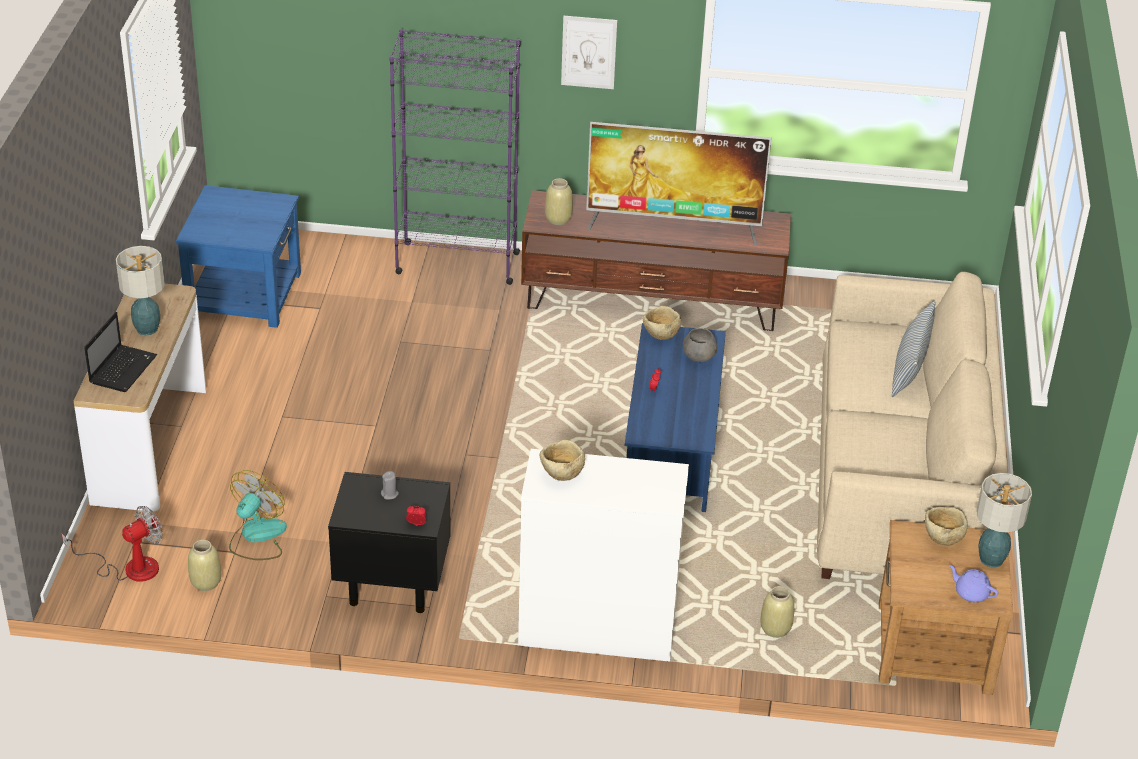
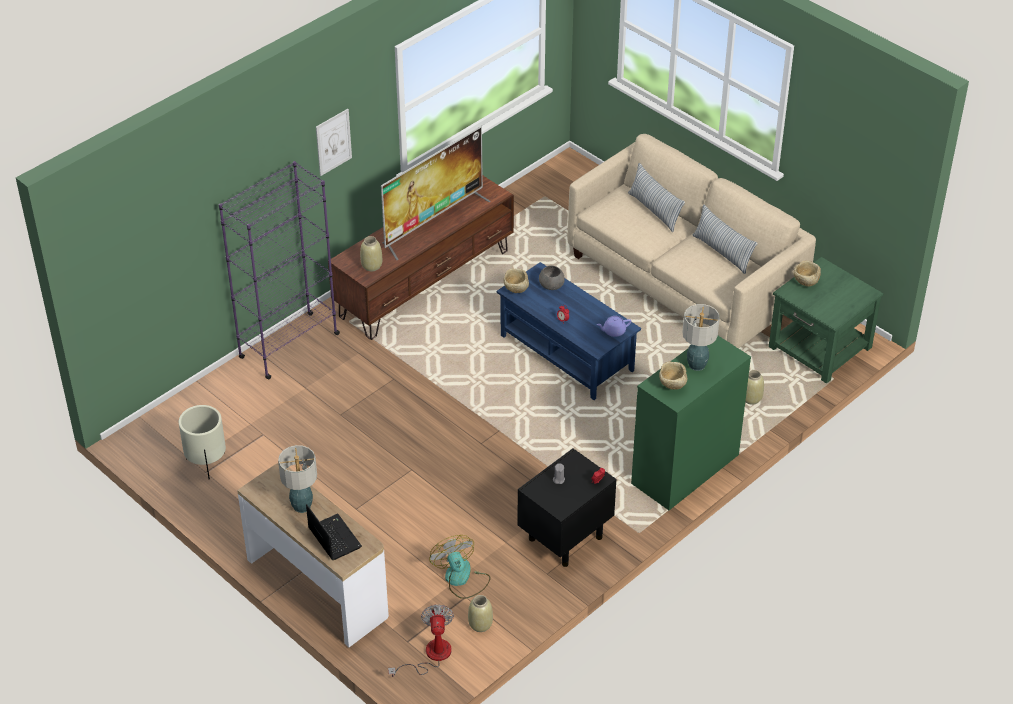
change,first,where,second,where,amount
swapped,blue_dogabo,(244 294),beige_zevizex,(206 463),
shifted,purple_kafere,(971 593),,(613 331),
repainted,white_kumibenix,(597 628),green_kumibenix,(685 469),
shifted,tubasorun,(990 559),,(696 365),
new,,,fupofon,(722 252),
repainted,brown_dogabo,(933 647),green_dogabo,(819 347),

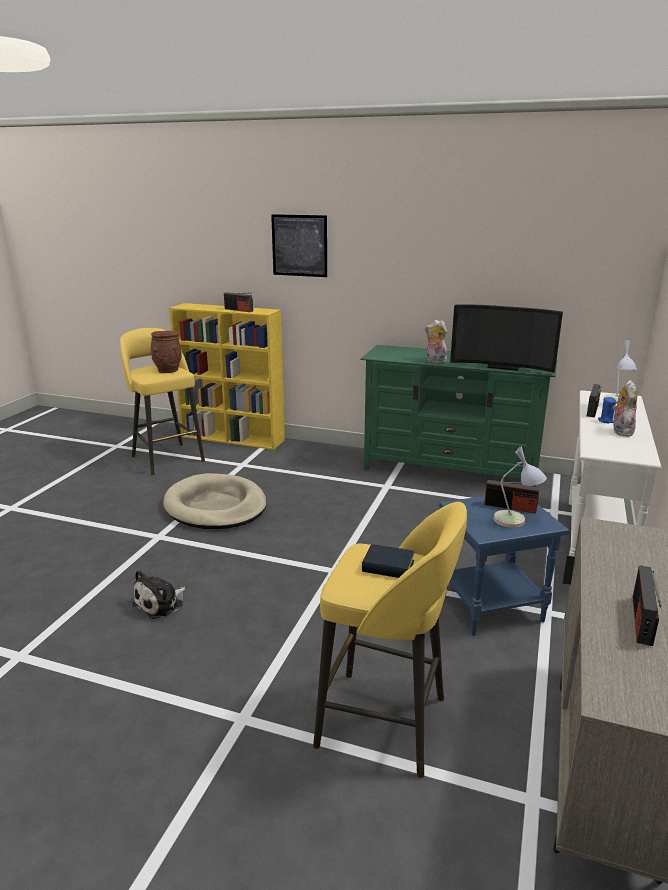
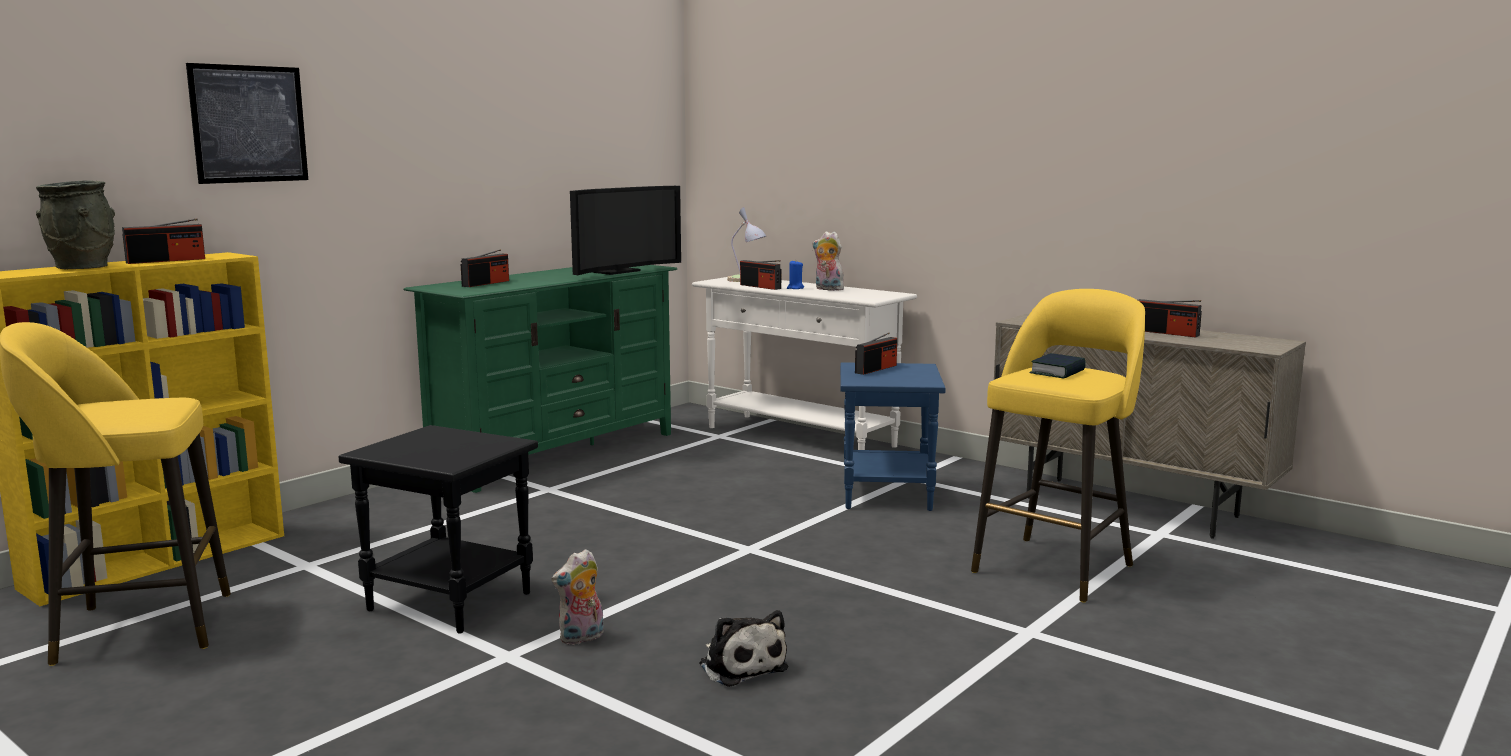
change,first,where,second,where,amount
new,,,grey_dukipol,(83 267),
swapped,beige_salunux,(216 506),black_dogabo,(453 601),
new,,,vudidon,(486 283),
shifted,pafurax,(435 361),,(582 638),
gone,brown_dukipol,(168 370),,,
gone,tubasorun,(516 520),,,

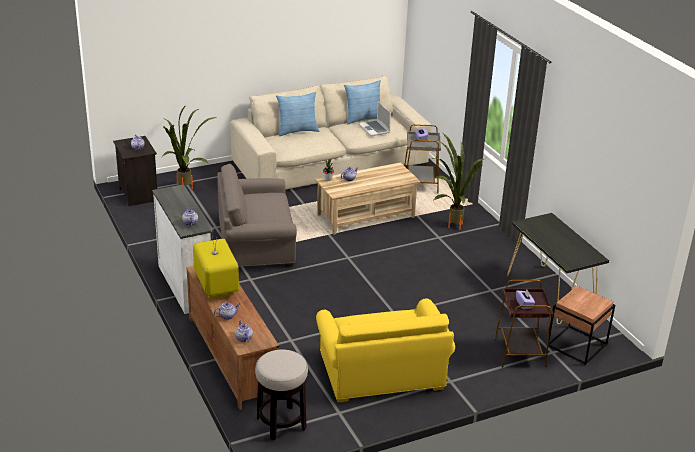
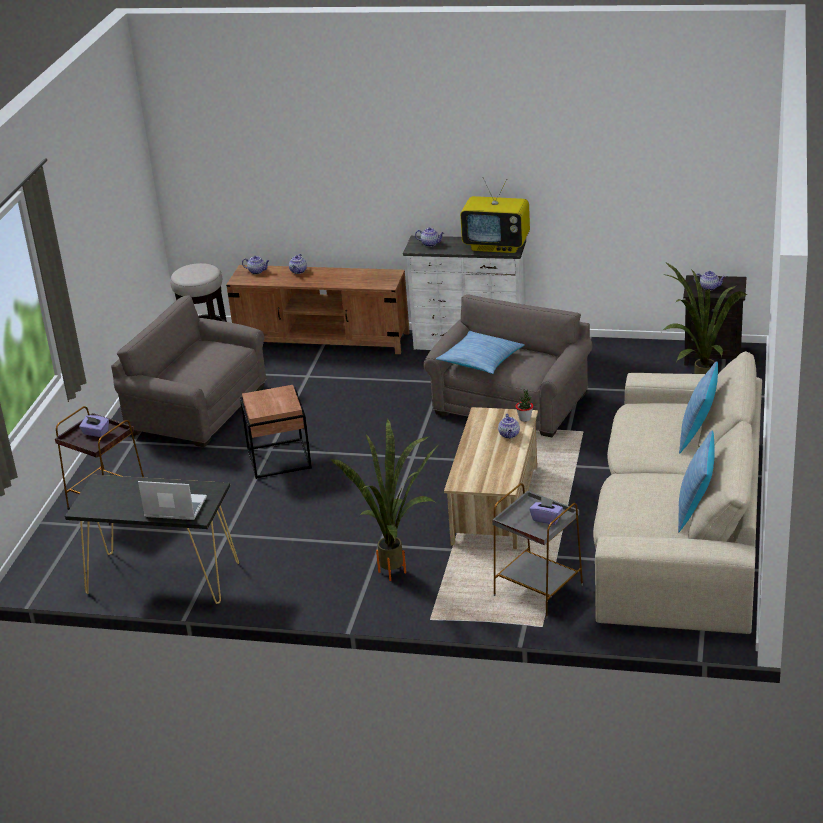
change,first,where,second,where,amount
repainted,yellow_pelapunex,(381 371),grey_pelapunex,(198 409),
shifted,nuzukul,(374 129),,(174 508),
shifted,brown_dogabo,(577 345),,(278 459),
new,,,fupofon,(480 360),
shifted,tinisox,(216 286),,(497 245),

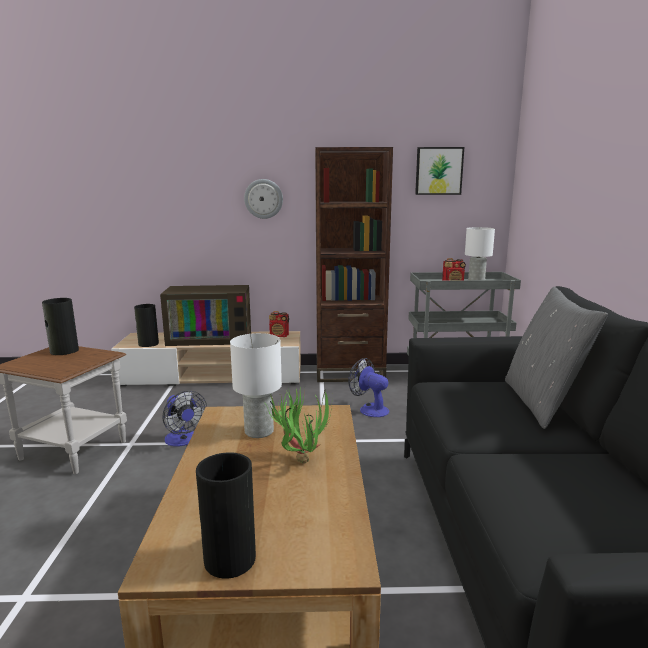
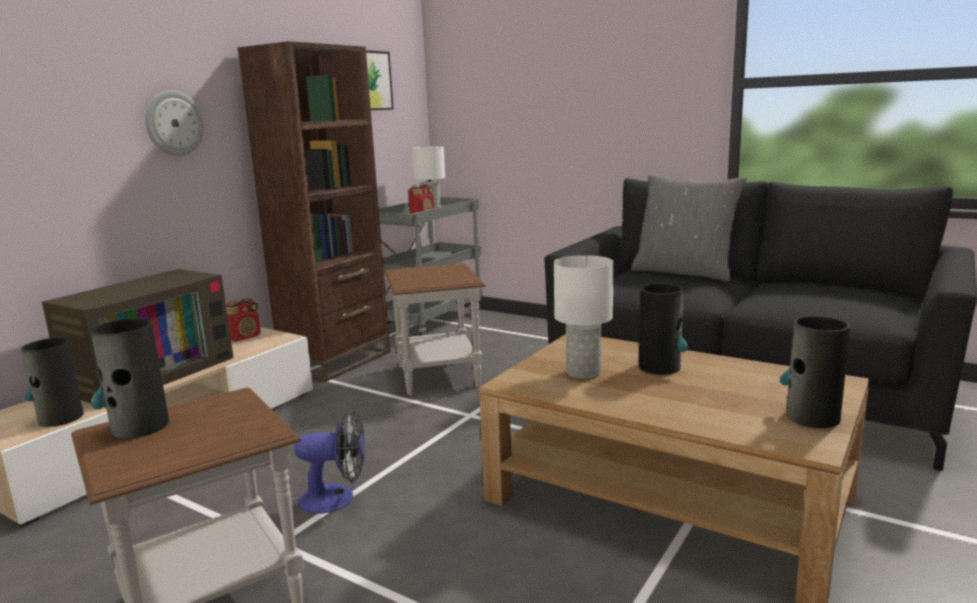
change,first,where,second,where,amount
swapped,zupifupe,(369 409),brown_dogabo,(438 376),
swapped,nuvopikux,(300 457),dukipol,(660 367),

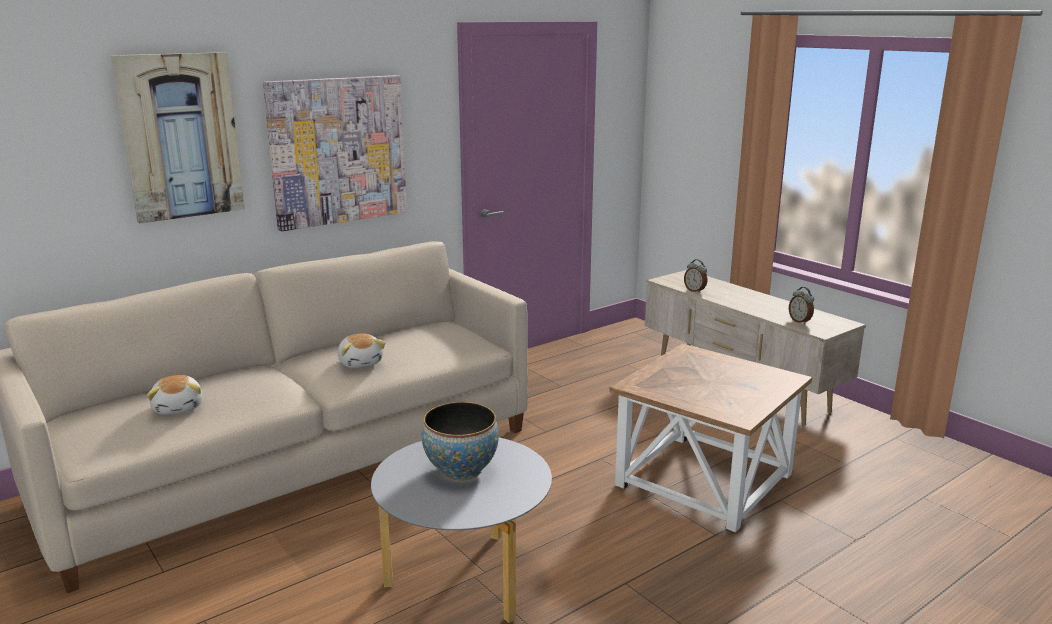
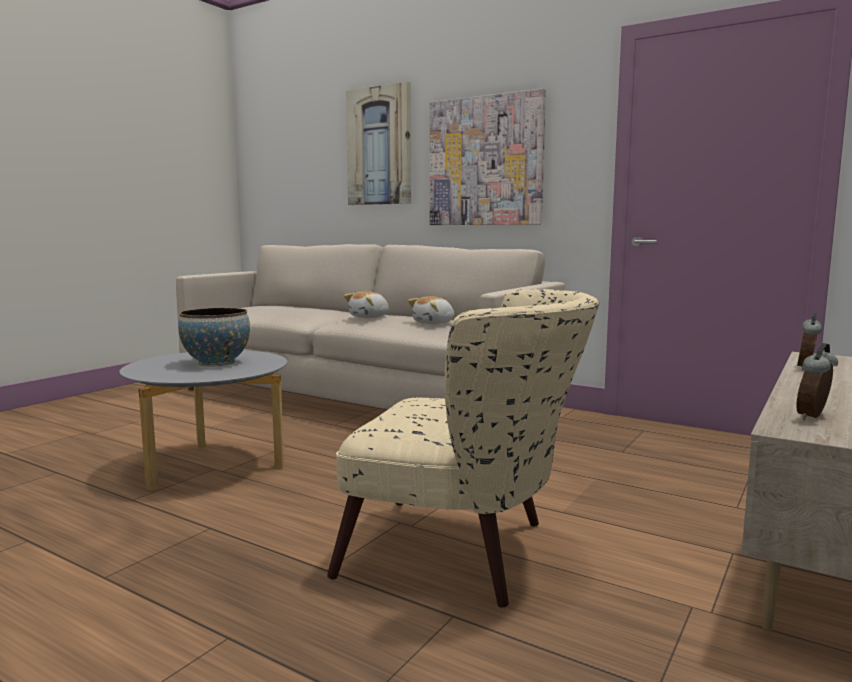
change,first,where,second,where,amount
swapped,brown_dogabo,(706 480),beige_pelapunex,(467 553),
shifted,pafurax,(179 407),,(434 323),

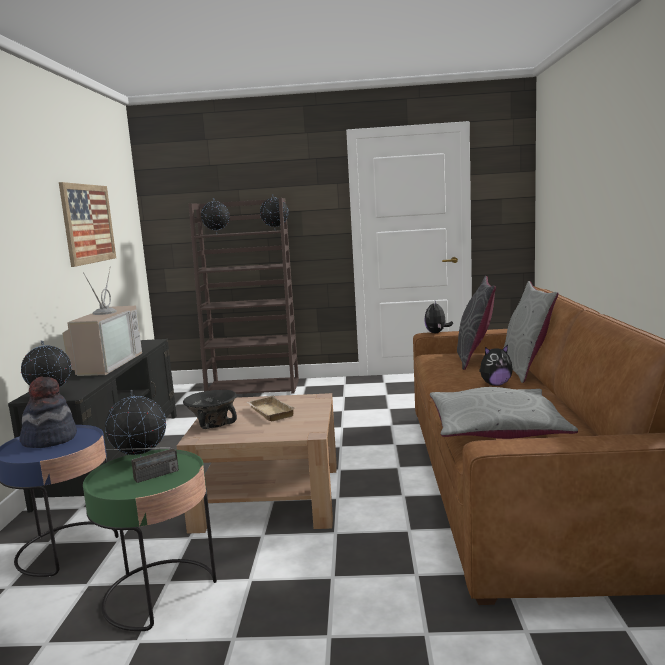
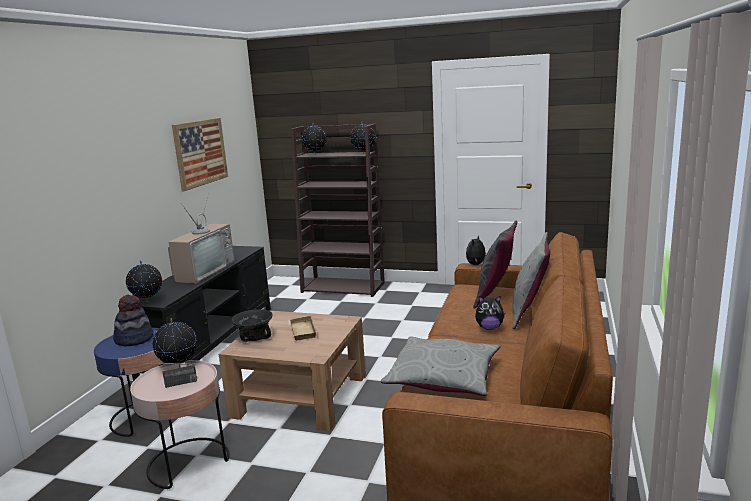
change,first,where,second,where,amount
repainted,green_dogabo,(160 593),pink_dogabo,(189 462),

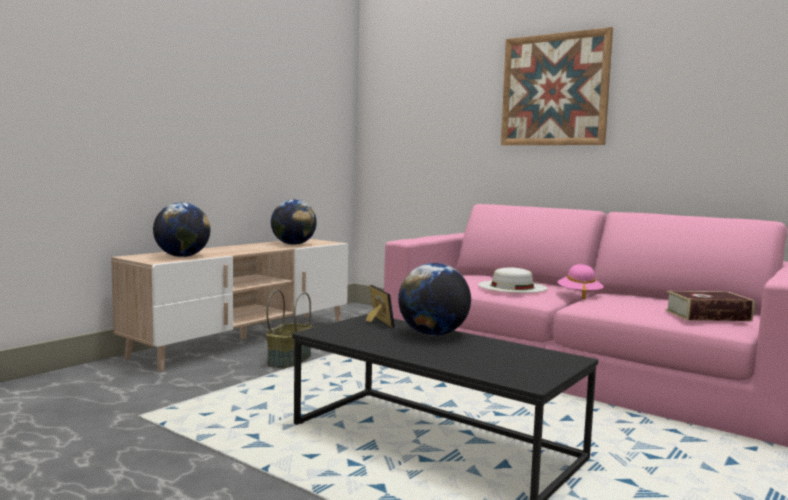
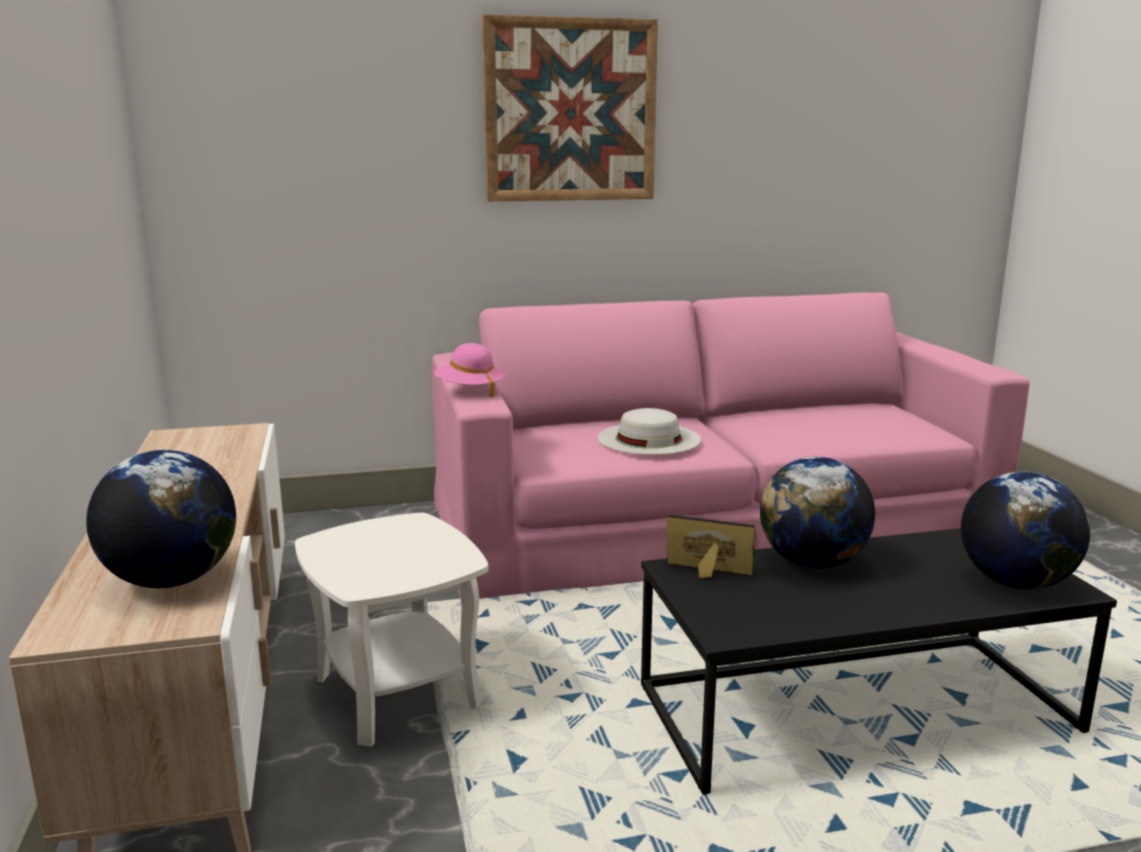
change,first,where,second,where,amount
swapped,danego,(289 360),white_dogabo,(396 692),
shifted,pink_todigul,(579 295),,(469 391),
shifted,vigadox,(293 244),,(1015 583),
gone,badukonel,(707 315),,,

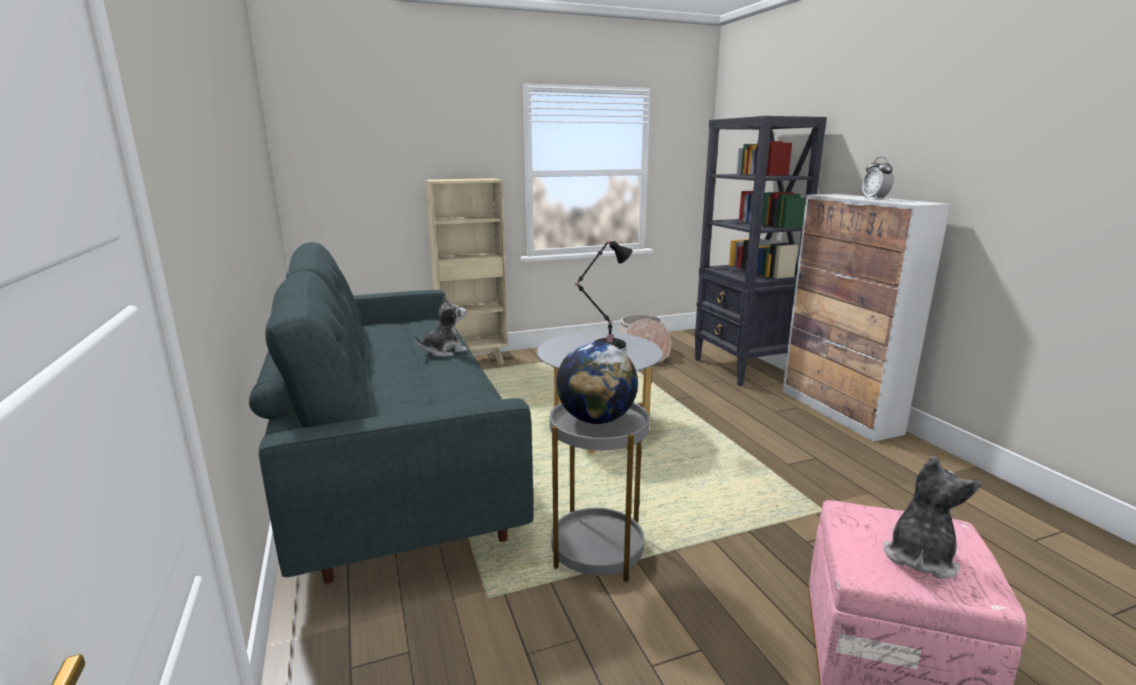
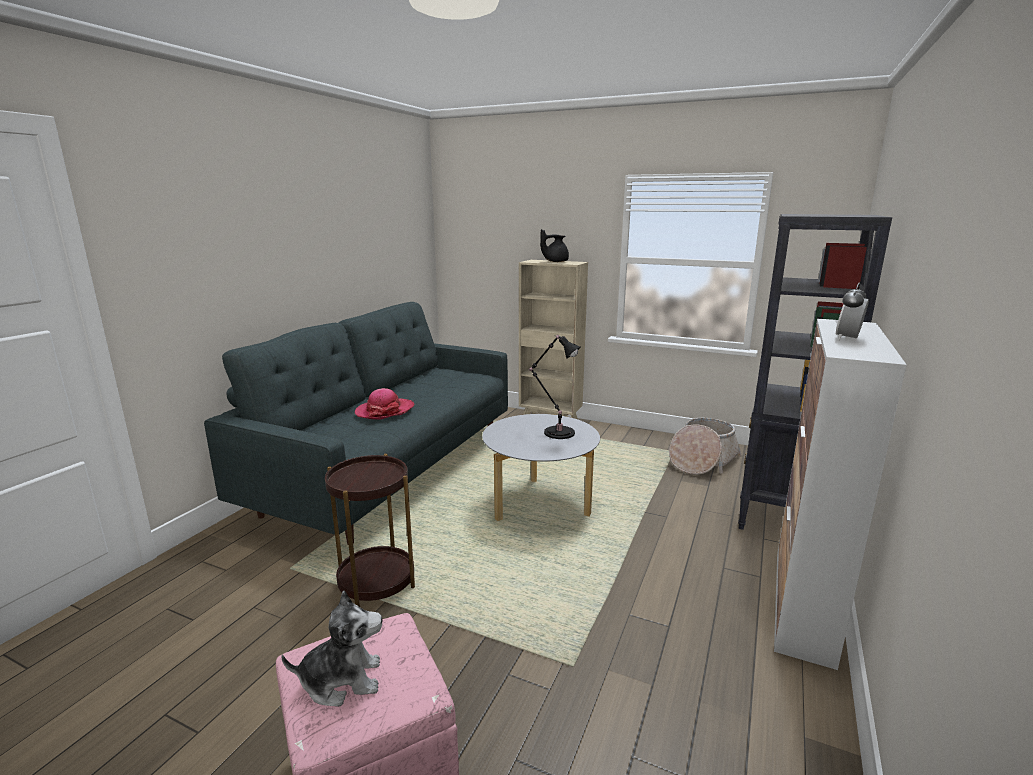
change,first,where,second,where,amount
repainted,grey_dogabo,(597 552),brown_dogabo,(377 582),
new,,,todigul,(385 411),
new,,,black_kafere,(555 261),
gone,pafurax,(444 351),,,
gone,vigadox,(596 419),,,

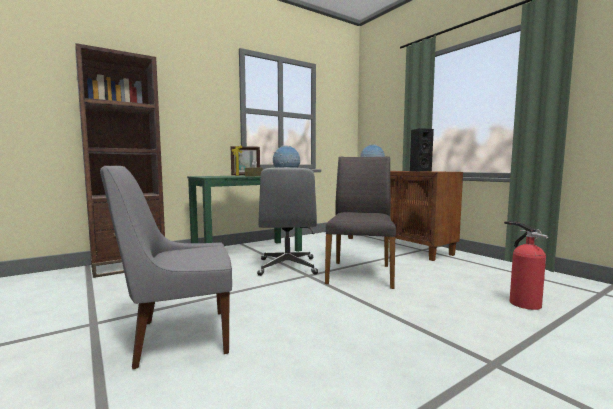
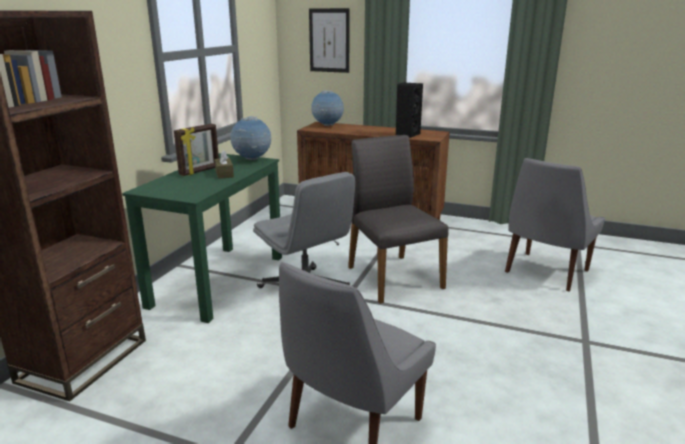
change,first,where,second,where,amount
new,,,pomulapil,(329 40),
swapped,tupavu,(522 302),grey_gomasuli,(545 272),

